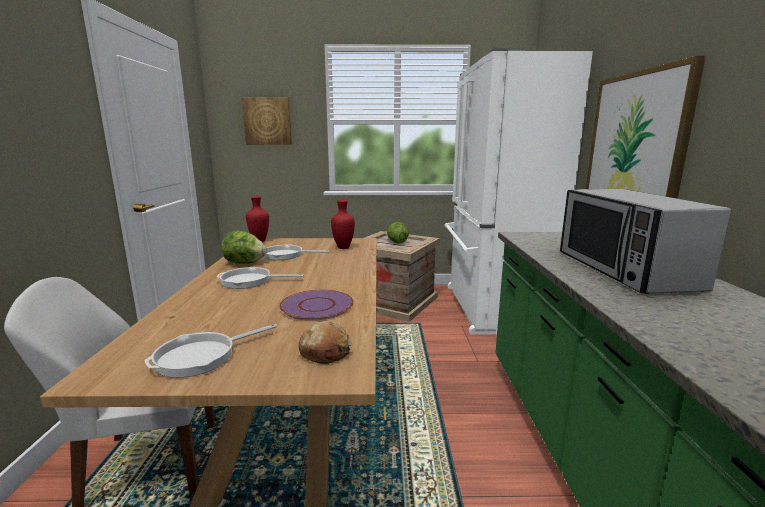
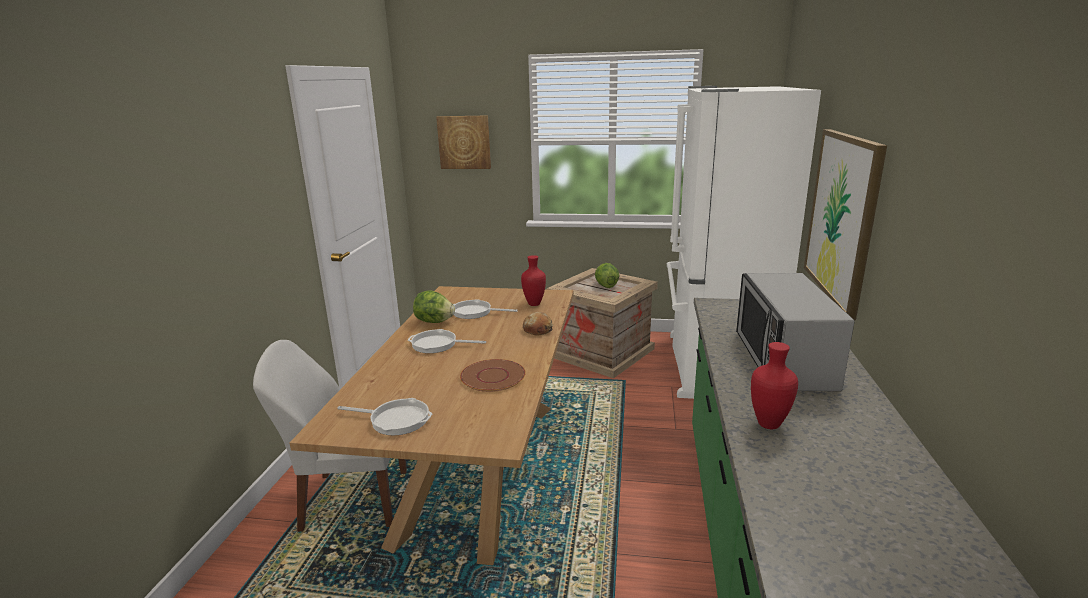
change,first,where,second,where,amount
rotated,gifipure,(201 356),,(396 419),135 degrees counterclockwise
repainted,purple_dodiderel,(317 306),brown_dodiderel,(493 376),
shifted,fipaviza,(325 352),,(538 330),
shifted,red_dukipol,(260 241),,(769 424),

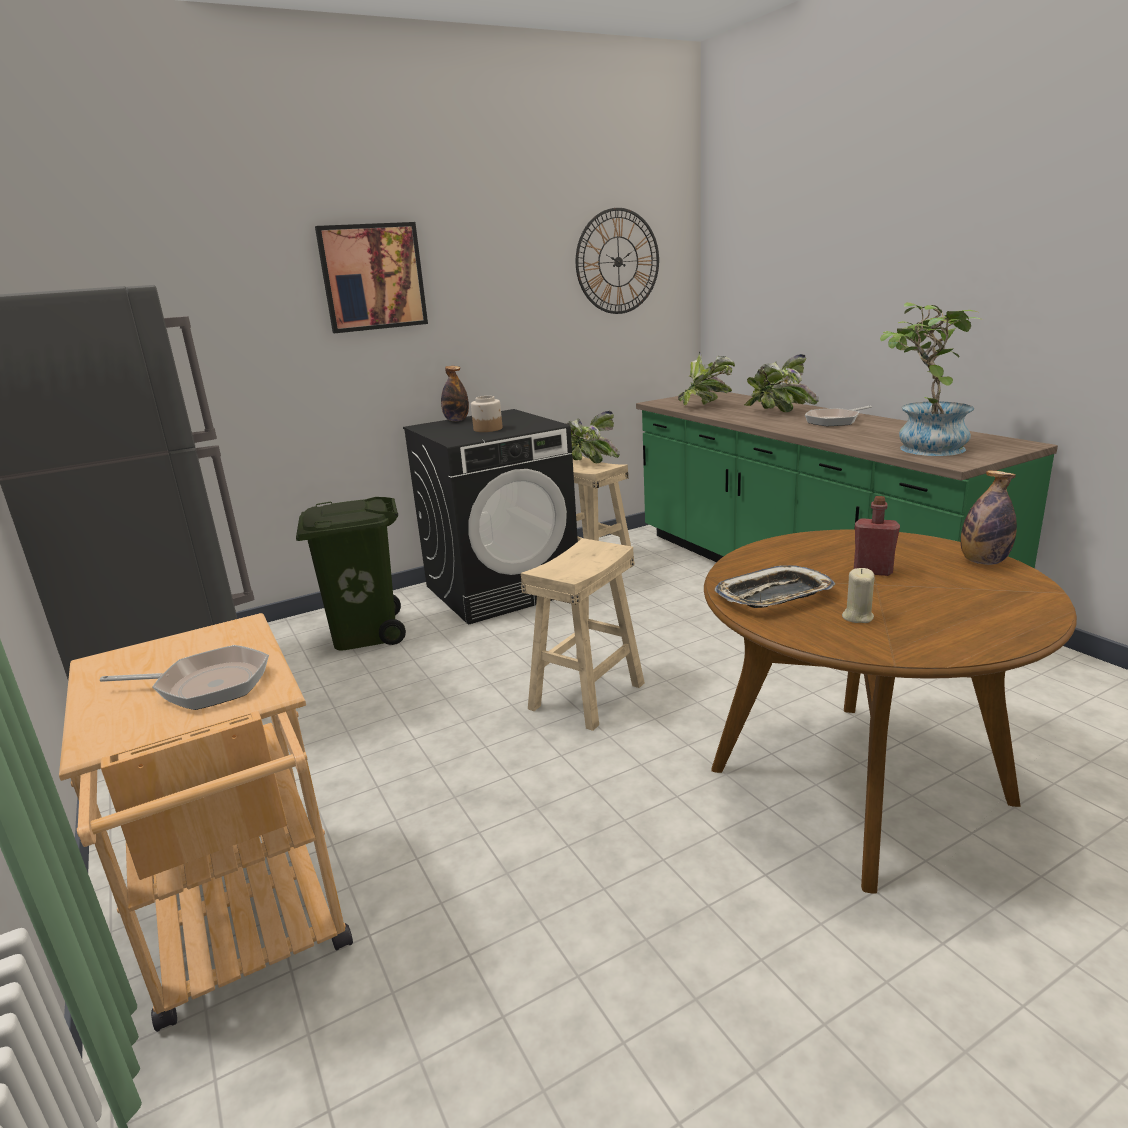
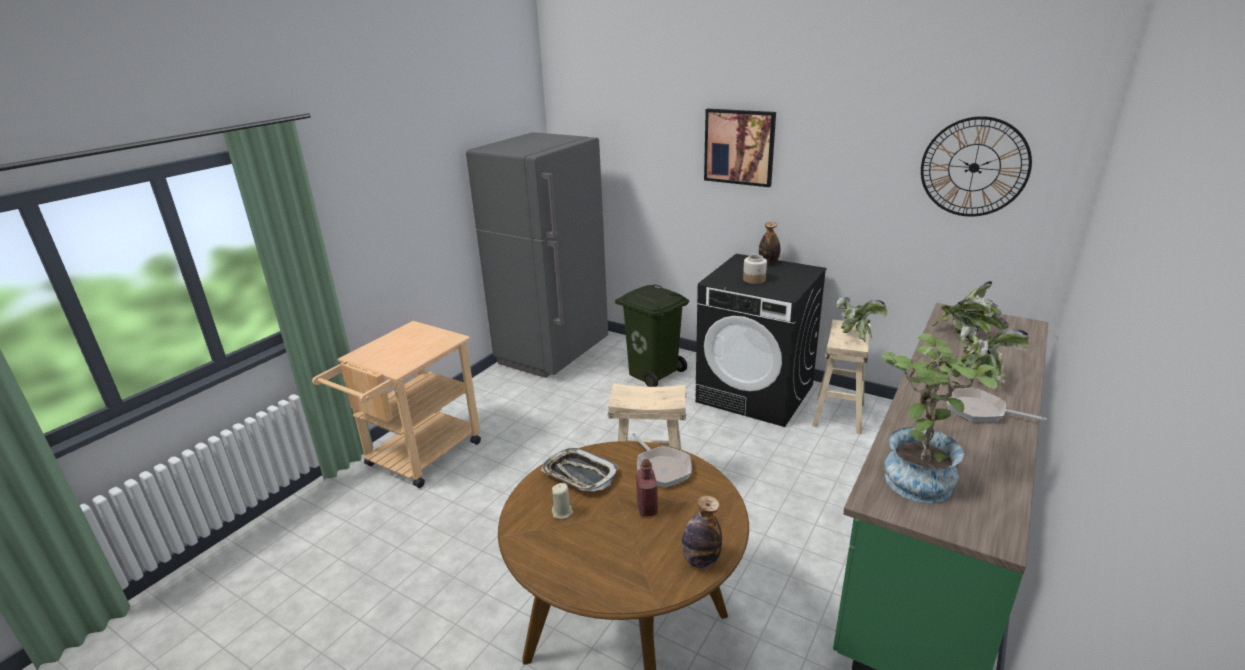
change,first,where,second,where,amount
shifted,gifipure,(206 685),,(661 468),

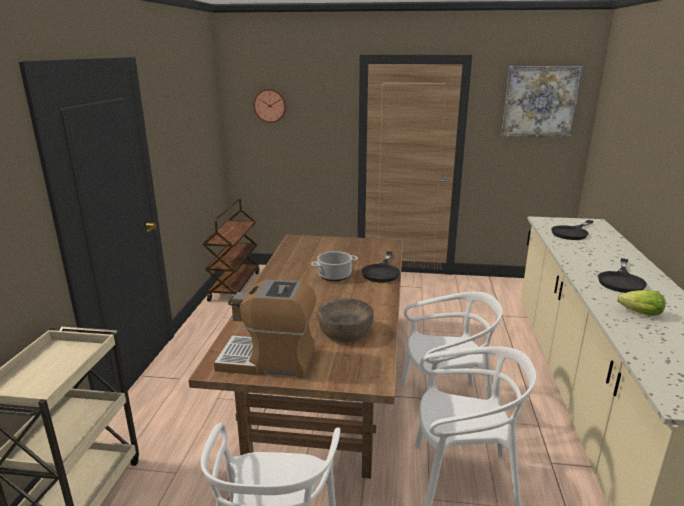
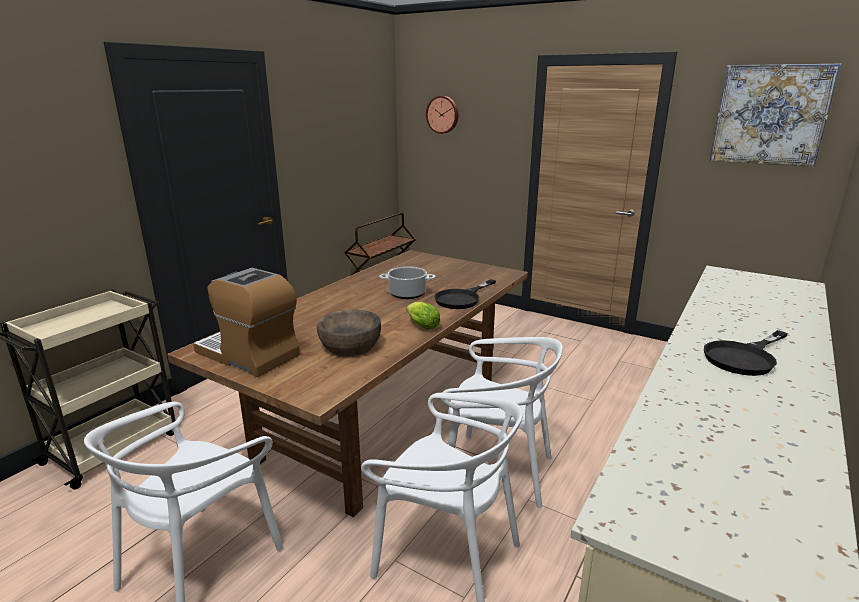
change,first,where,second,where,amount
shifted,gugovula,(637 313),,(421 326),
gone,black_gifipure,(572 233),,,

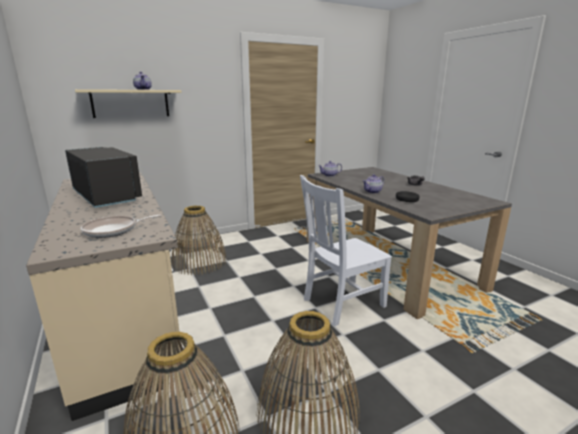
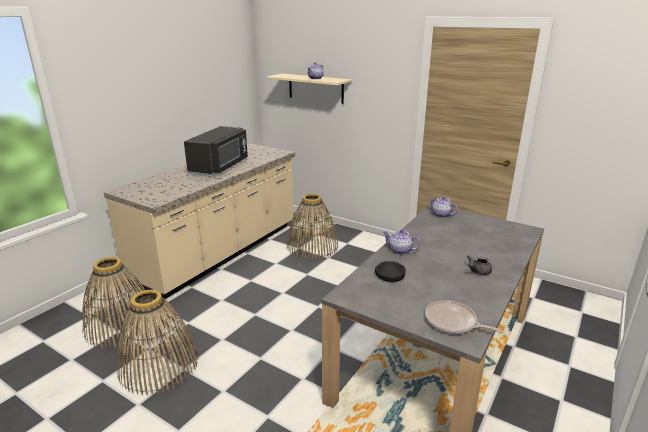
change,first,where,second,where,amount
shifted,gifipure,(113 230),,(453 322),
gone,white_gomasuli,(341 303),,,

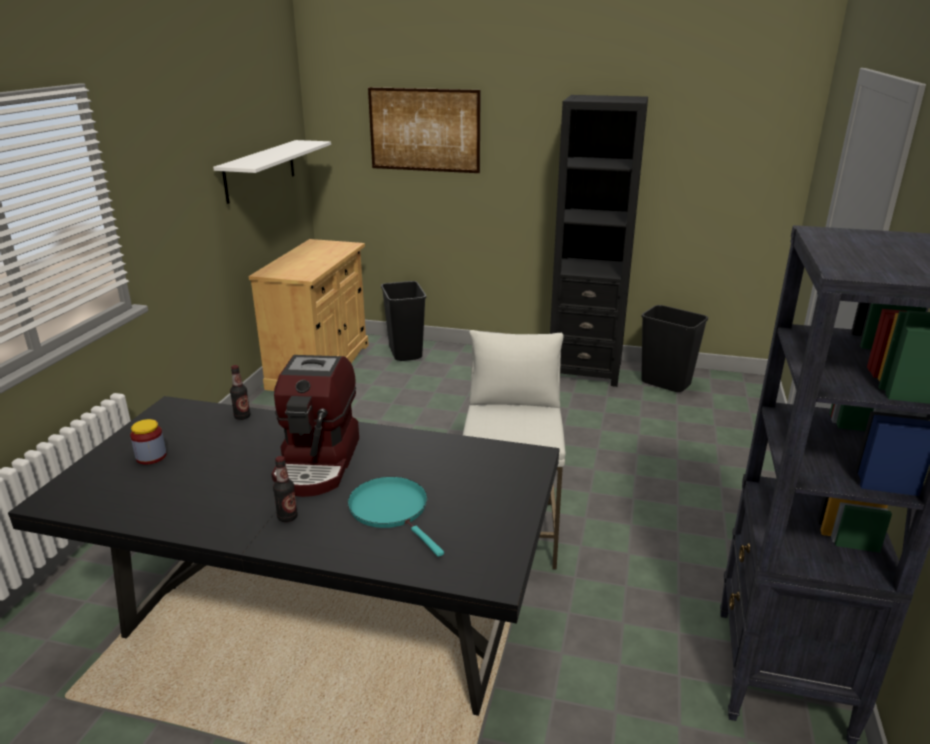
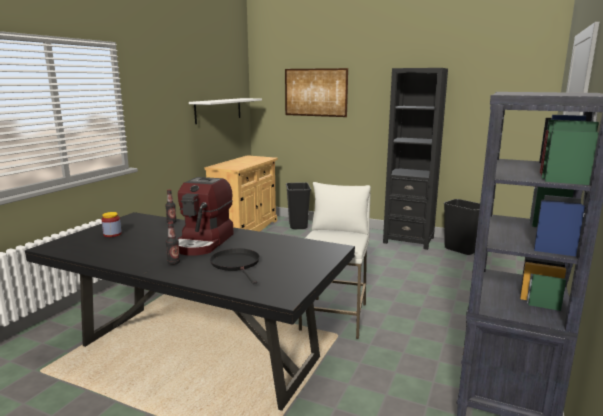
change,first,where,second,where,amount
repainted,turquoise_gifipure,(391 510),black_gifipure,(236 264),

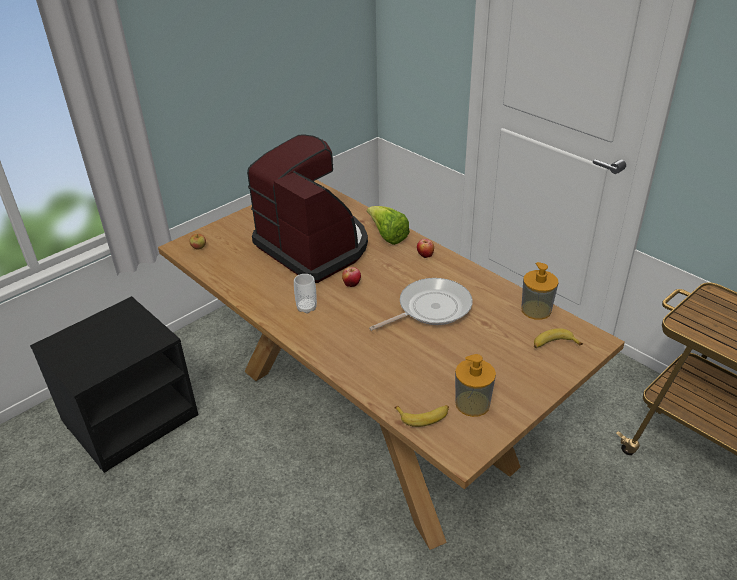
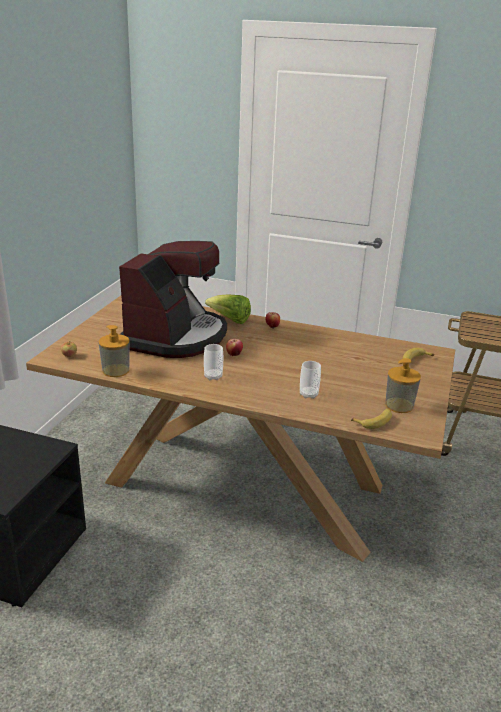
change,first,where,second,where,amount
shifted,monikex,(536 310),,(116 370),
rotated,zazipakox,(314 247),,(176 337),90 degrees clockwise
new,,,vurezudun,(308 394),
gone,gifipure,(430 308),,,

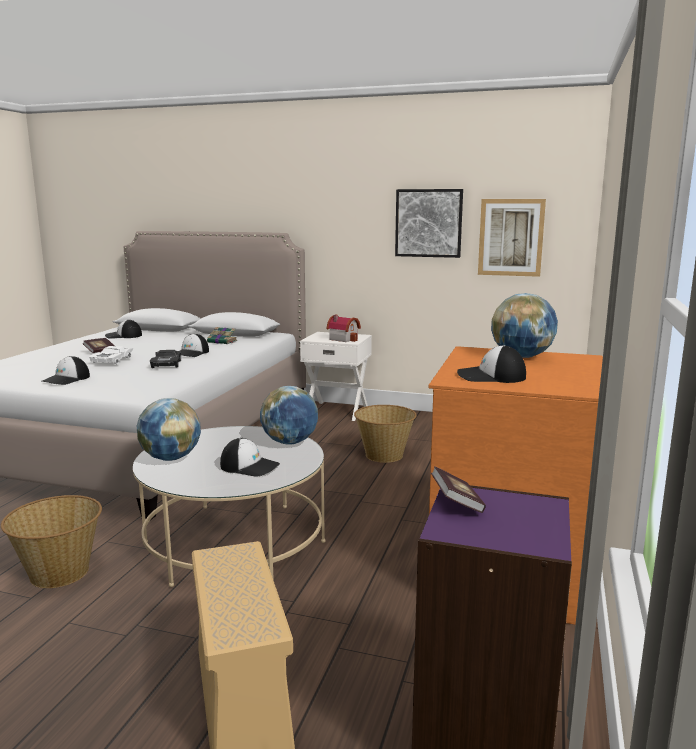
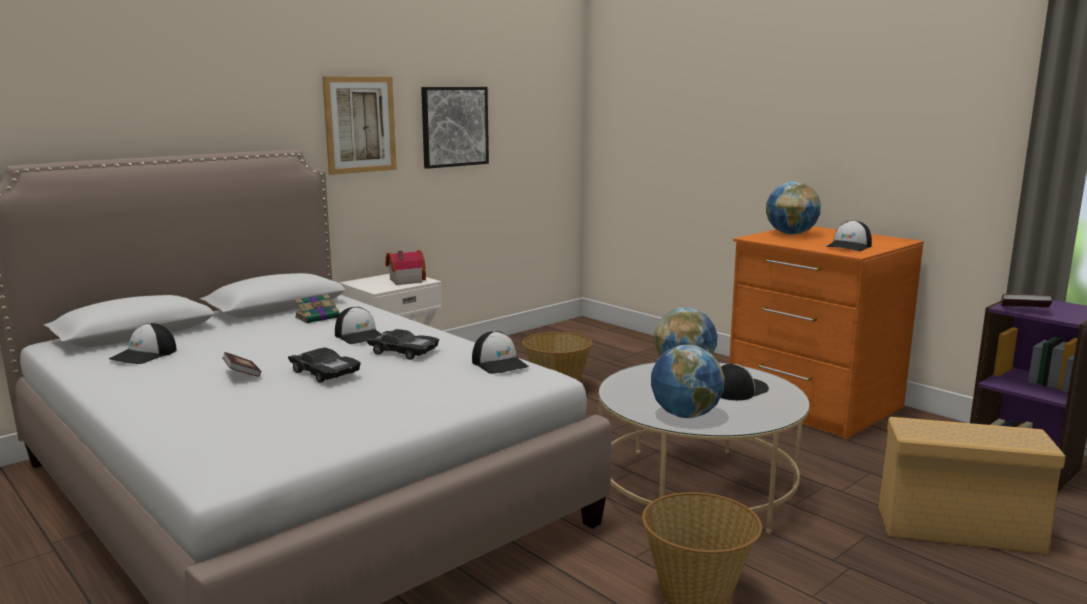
change,first,where,second,where,amount
repainted,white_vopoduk,(112 360),black_vopoduk,(324 373),
shifted,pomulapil,(511 237),,(360 124),
shifted,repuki,(66 379),,(500 364),

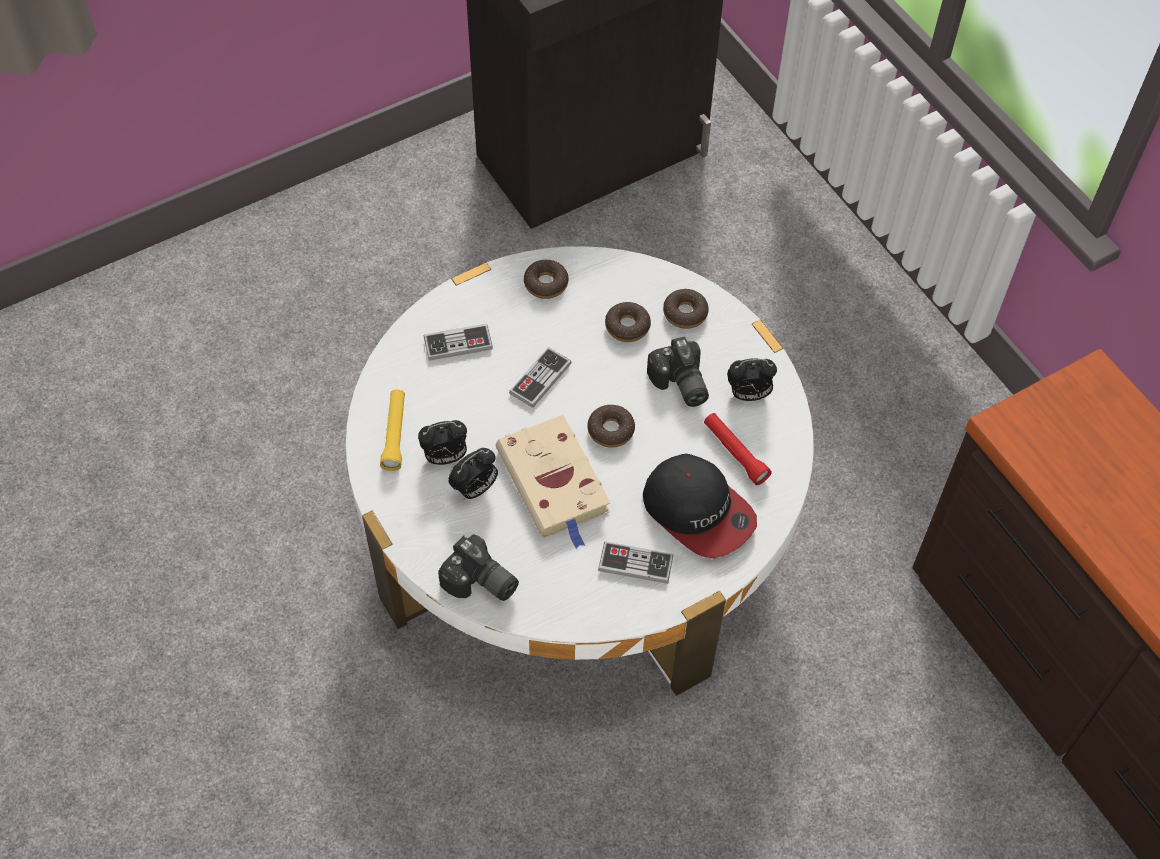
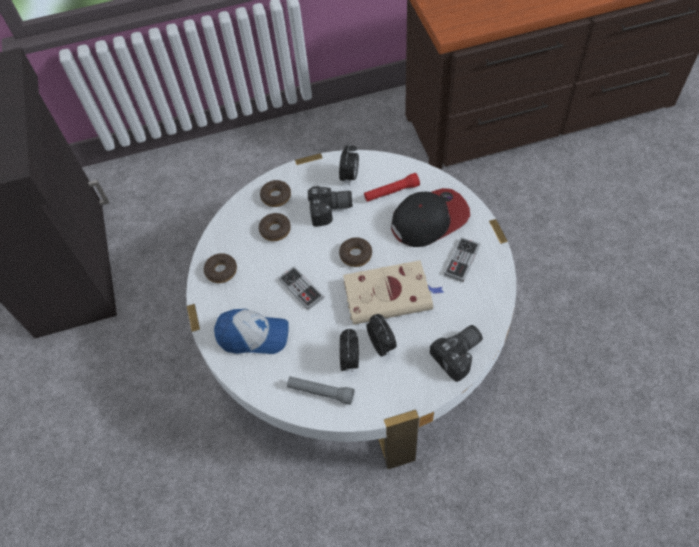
change,first,where,second,where,amount
swapped,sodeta,(458 343),repuki,(253 336),
repainted,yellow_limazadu,(395 434),grey_limazadu,(321 392),

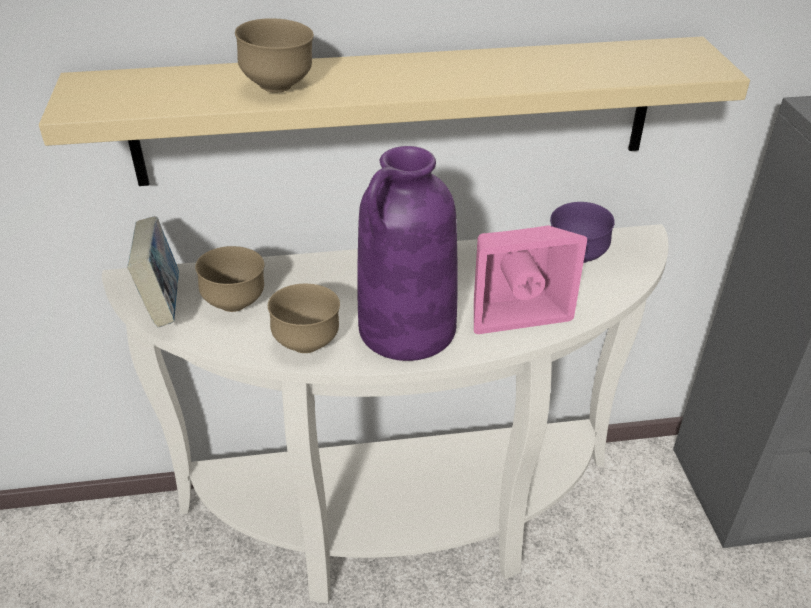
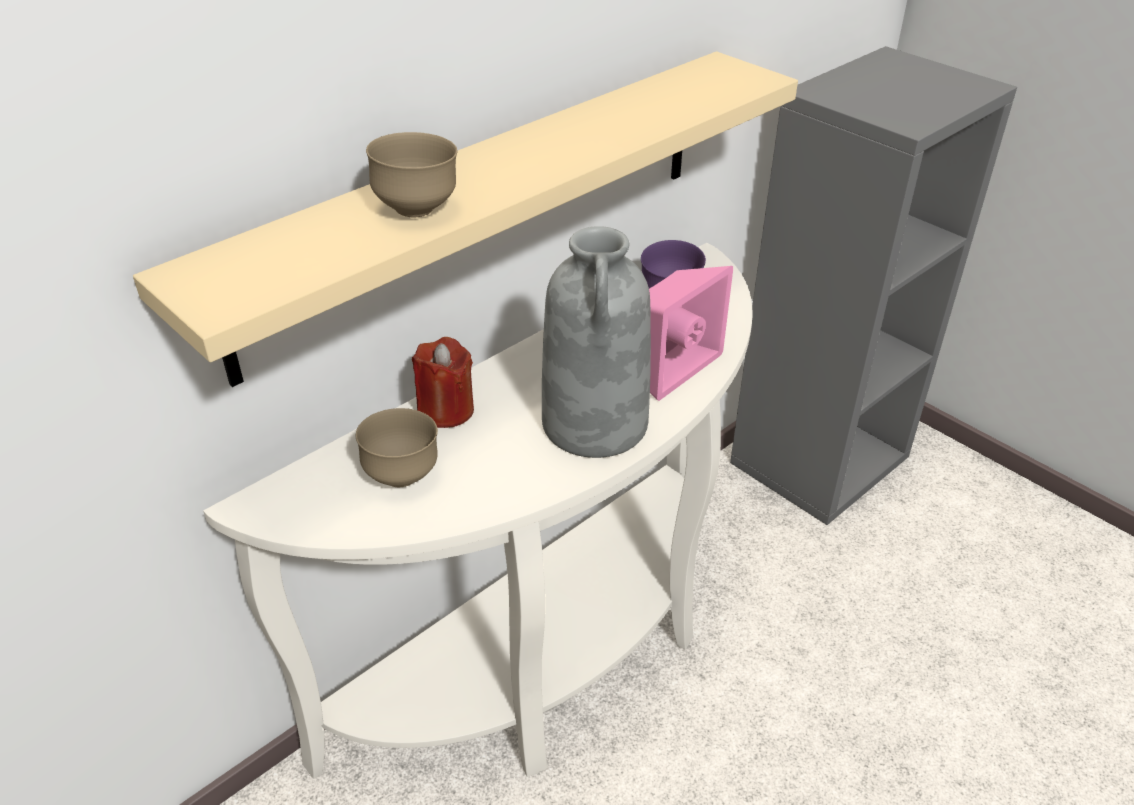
change,first,where,second,where,amount
new,,,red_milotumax,(445 410),
repainted,purple_dukipol,(407 330),grey_dukipol,(596 425),
gone,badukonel,(163 303),,,
gone,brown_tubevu,(307 343),,,

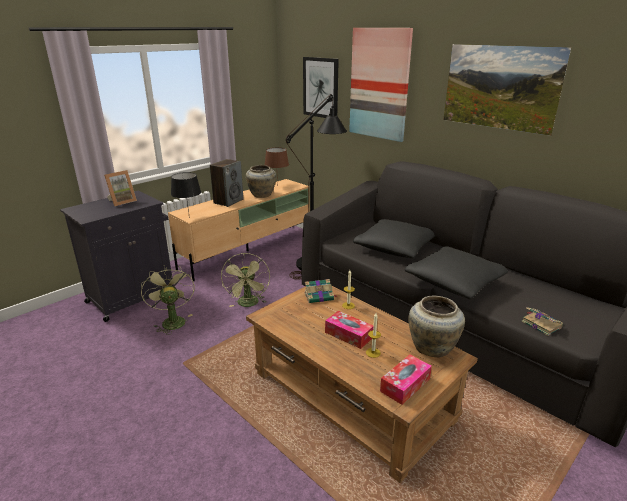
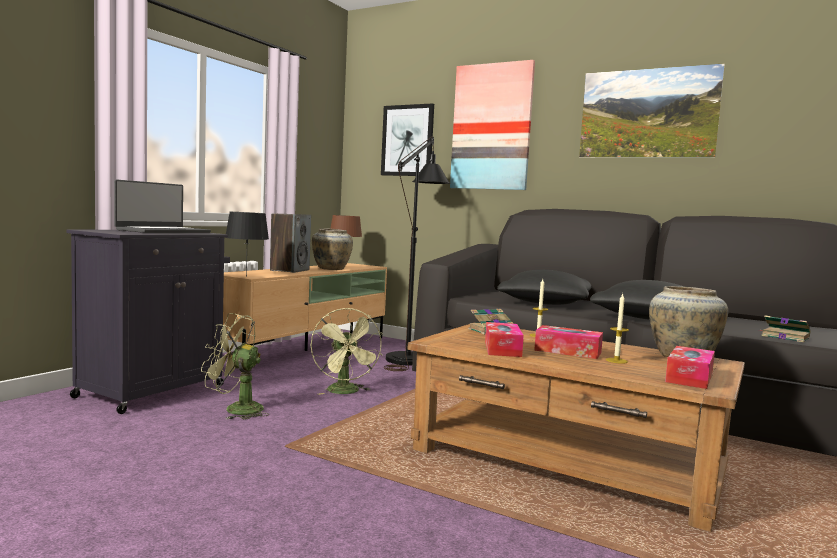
change,first,where,second,where,amount
swapped,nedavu,(122 201),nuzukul,(163 231),
rotated,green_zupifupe,(172 320),,(236 409),45 degrees counterclockwise
new,,,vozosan,(502 349),

